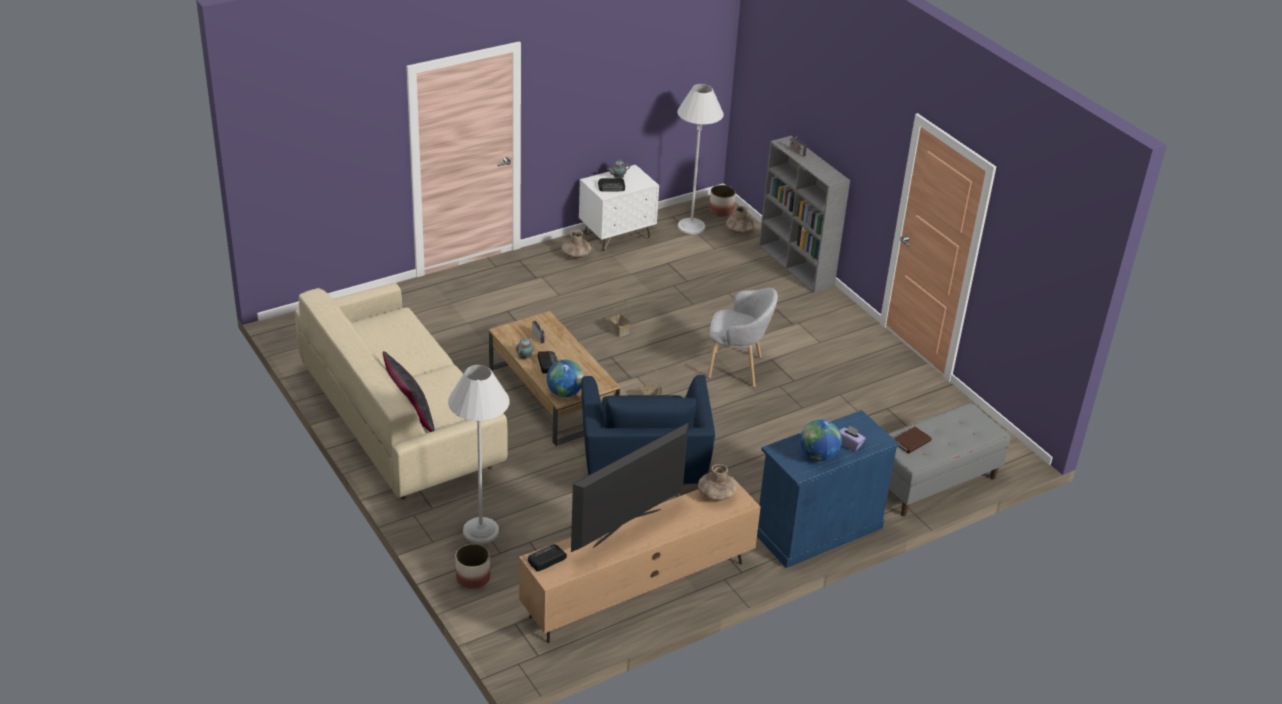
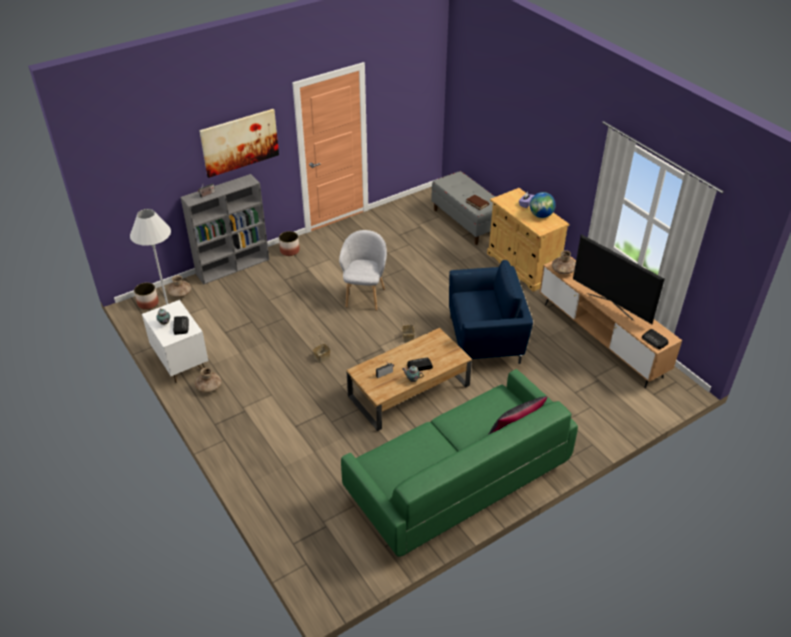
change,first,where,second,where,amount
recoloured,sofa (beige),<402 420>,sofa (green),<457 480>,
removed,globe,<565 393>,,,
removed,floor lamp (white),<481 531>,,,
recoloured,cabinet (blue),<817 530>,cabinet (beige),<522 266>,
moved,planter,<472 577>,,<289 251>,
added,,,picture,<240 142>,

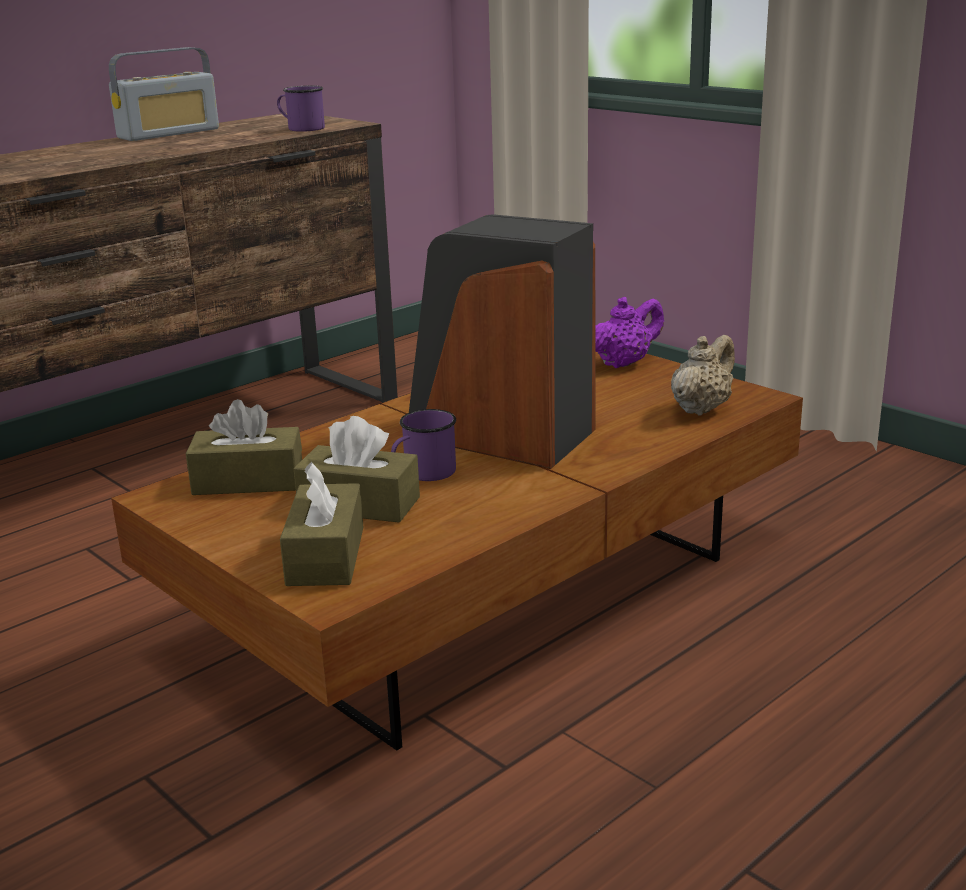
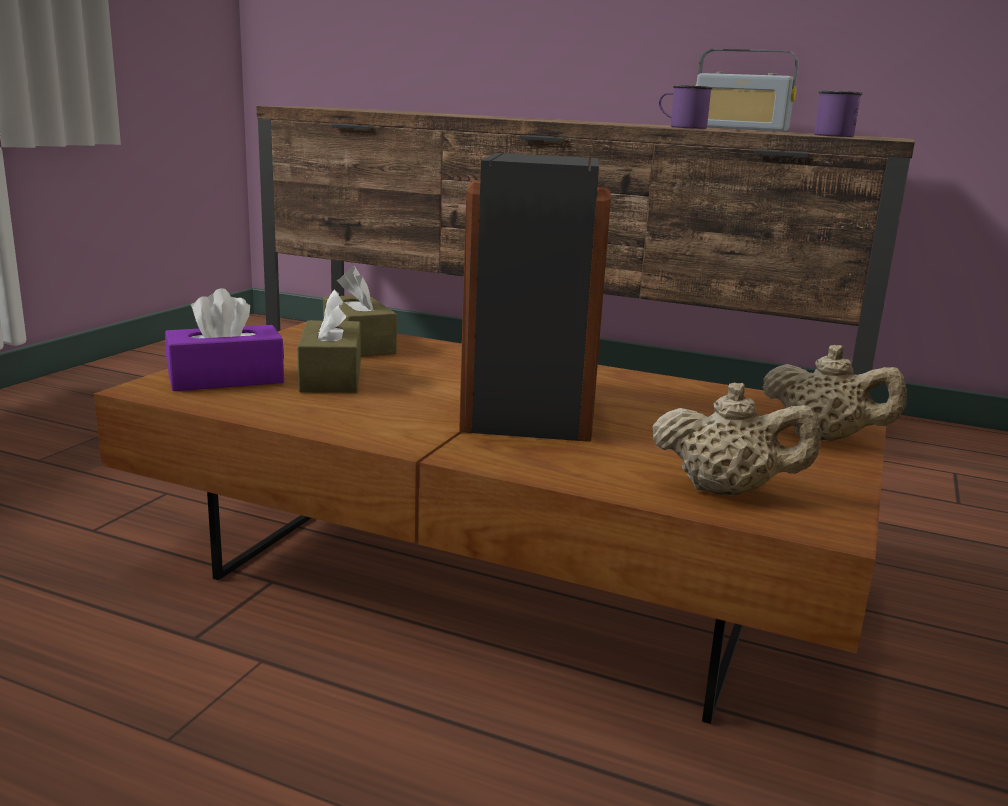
change,first,where,second,where,amount
recoloured,teapot (purple),<624 363>,teapot (beige),<824 438>,
moved,mug (purple),<423 473>,,<682 127>,
recoloured,tissue box (brown),<326 556>,tissue box (purple),<226 379>,

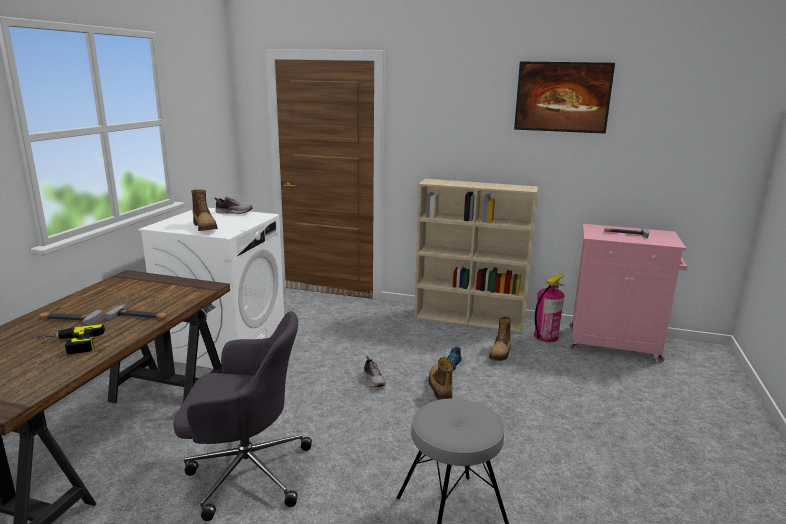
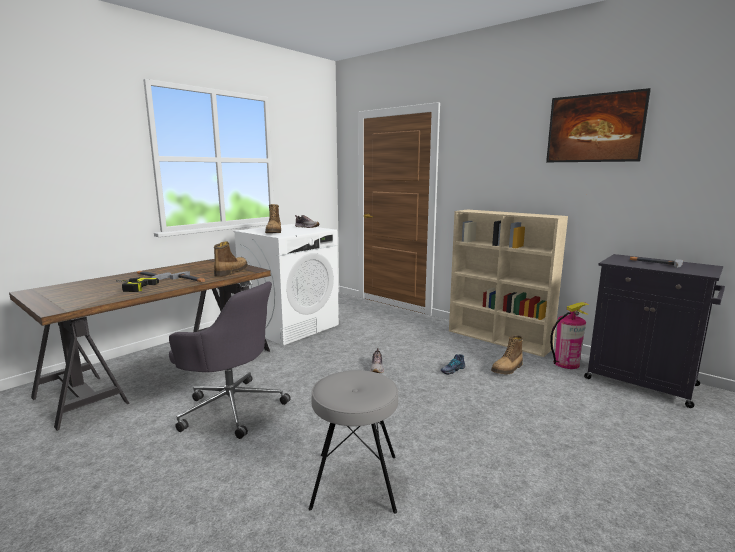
change,first,where,second,where,amount
recoloured,cabinet (pink),<615 344>,cabinet (black),<643 382>,
moved,boot,<439 388>,,<230 272>,

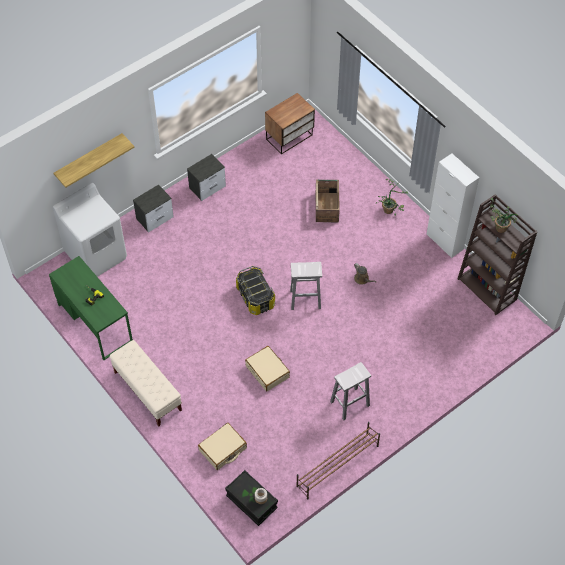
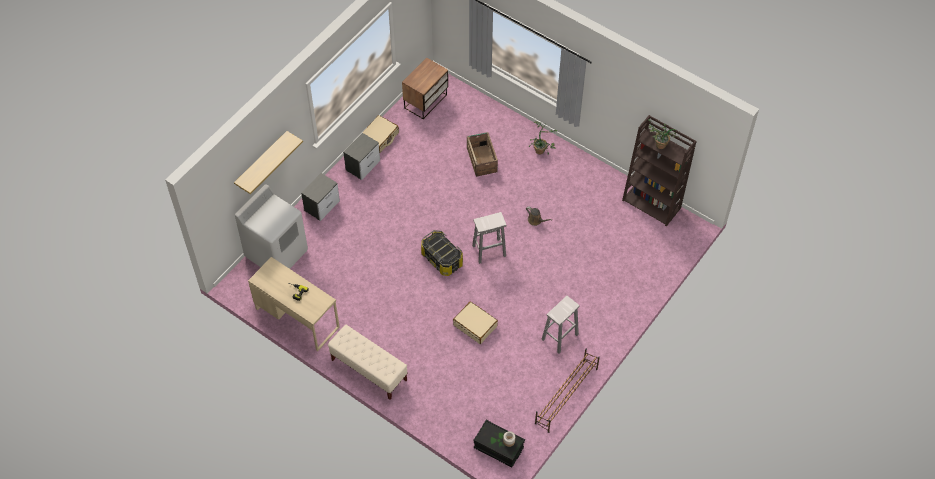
change,first,where,second,where,amount
removed,cabinet (white),<444 242>,,,
recoloured,desk (green),<95 322>,desk (beige),<297 317>,
moved,suitcase (beige),<223 449>,,<379 138>,

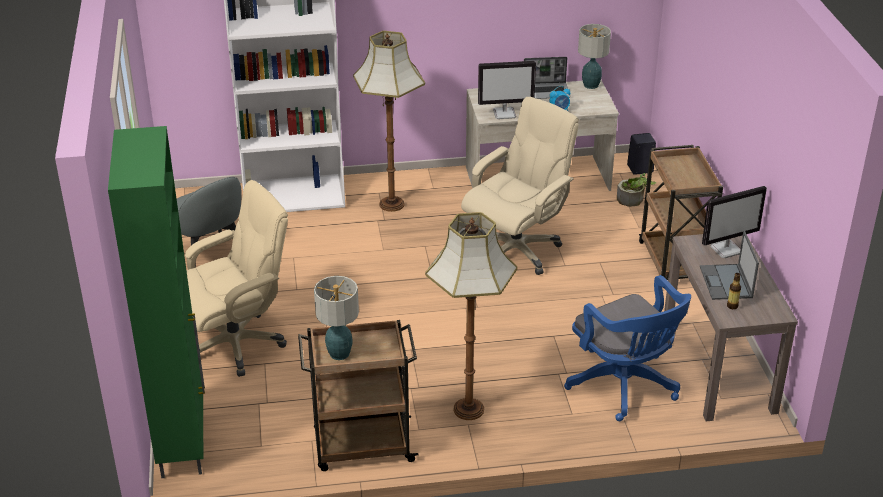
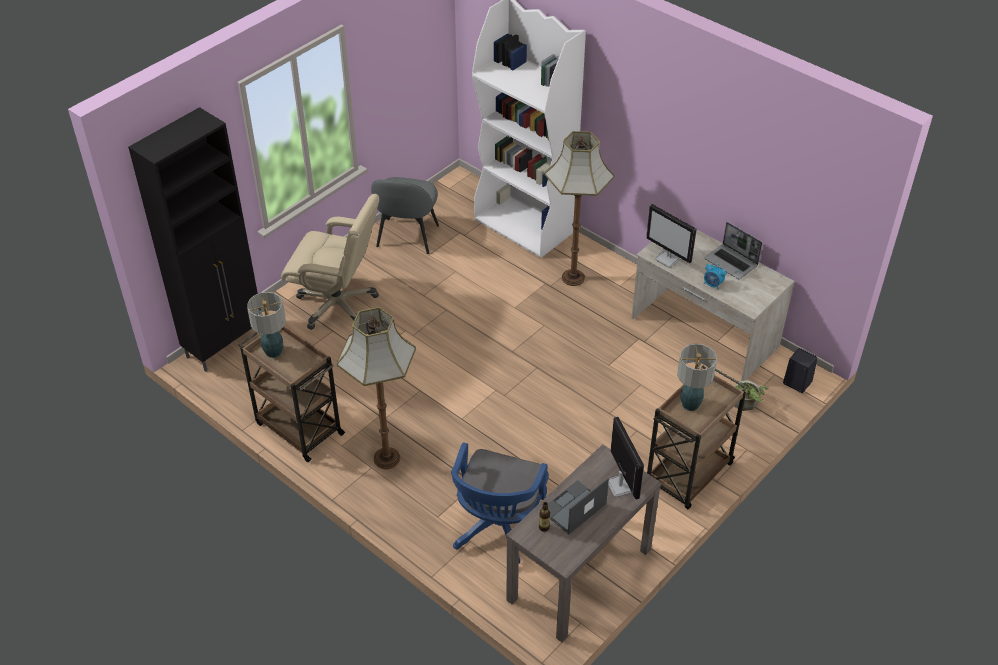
change,first,where,second,where,amount
moved,table lamp,<591 85>,,<691 404>,
removed,office chair (beige),<516 250>,,,
recoloured,cabinet (green),<183 442>,cabinet (black),<225 344>,
turned,monitor,<726 249>,,<620 485>,135 degrees counterclockwise

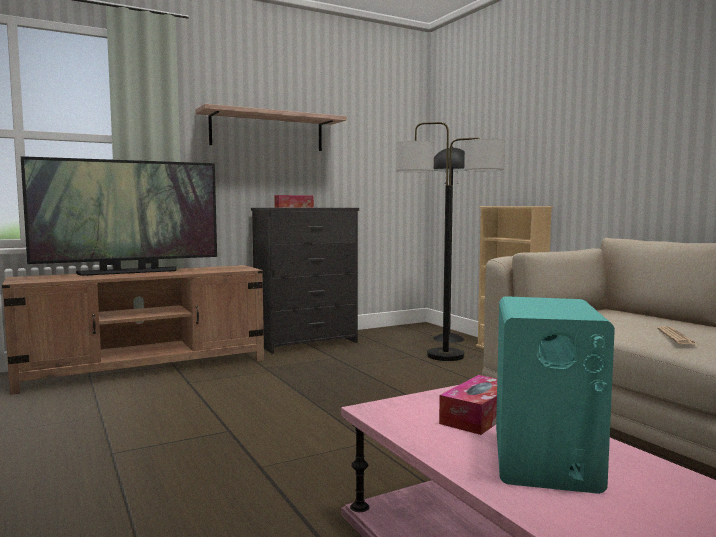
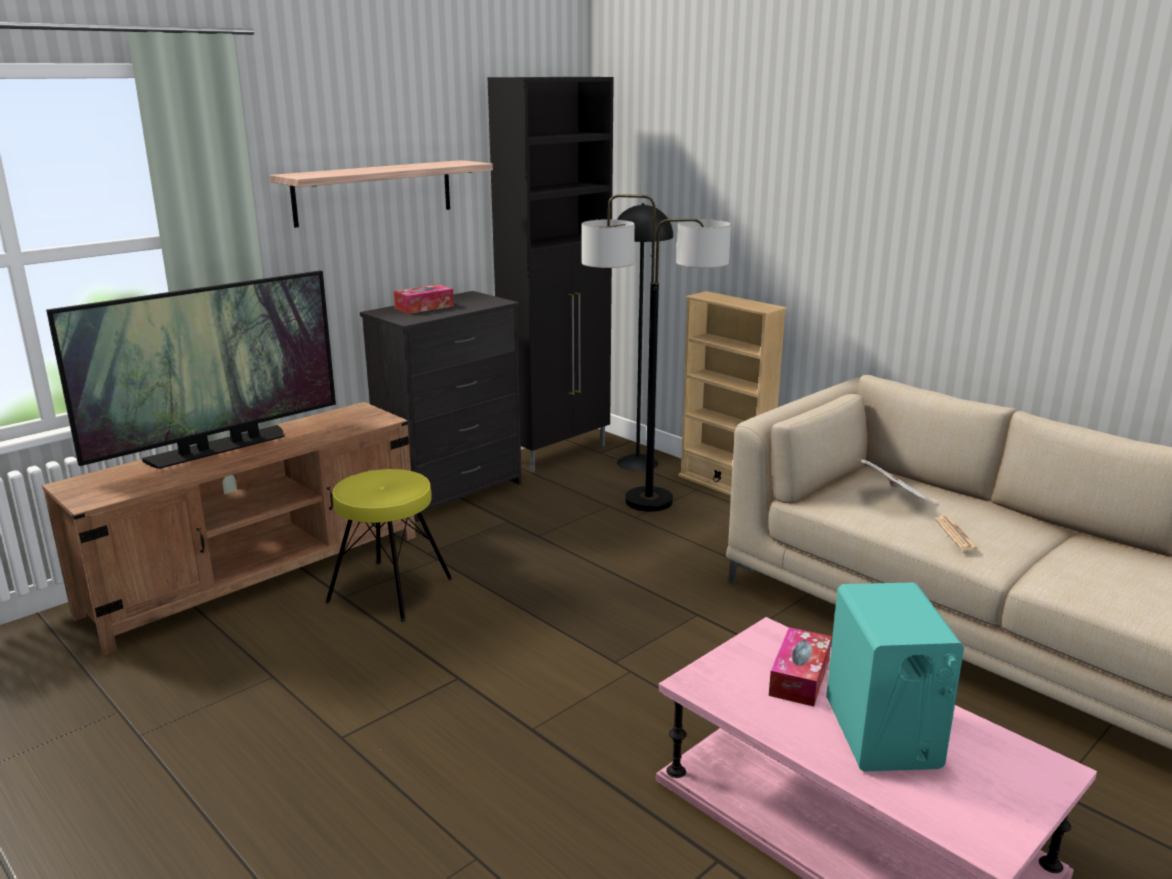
change,first,where,second,where,amount
added,,,cabinet (black),<557 453>,
added,,,newspaper,<895 500>,
added,,,stool (yellow),<391 590>,

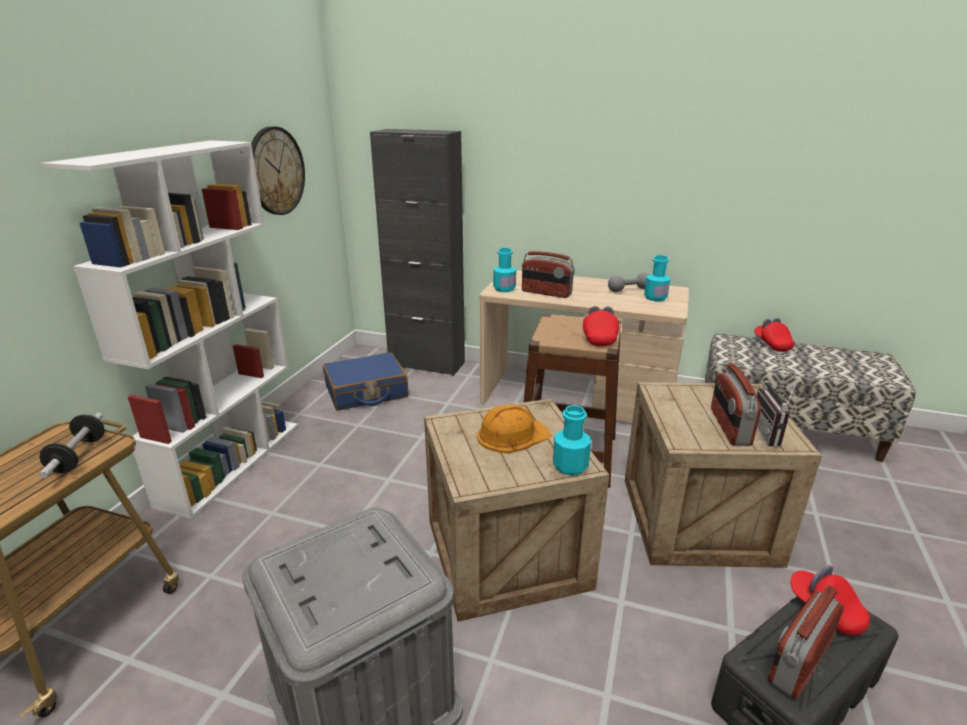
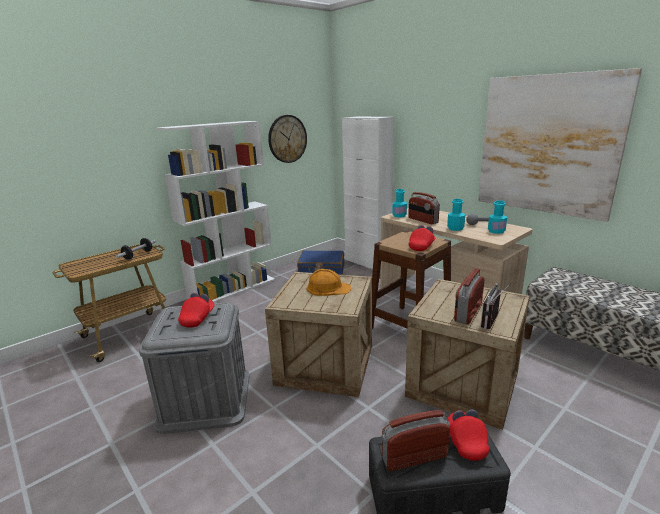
change,first,where,second,where,amount
recoloured,cabinet (black),<427 364>,cabinet (white),<367 263>,
moved,cap (red),<772 344>,,<198 318>,
moved,bottle (turquoise),<570 466>,,<455 228>,
added,,,picture,<547 145>,

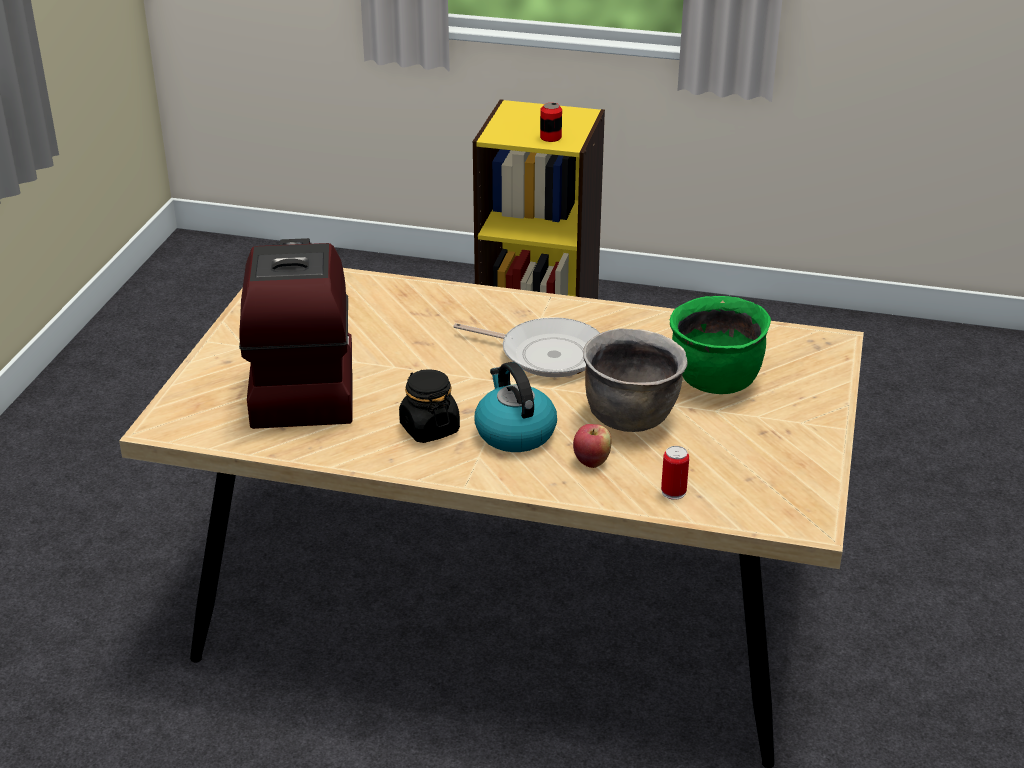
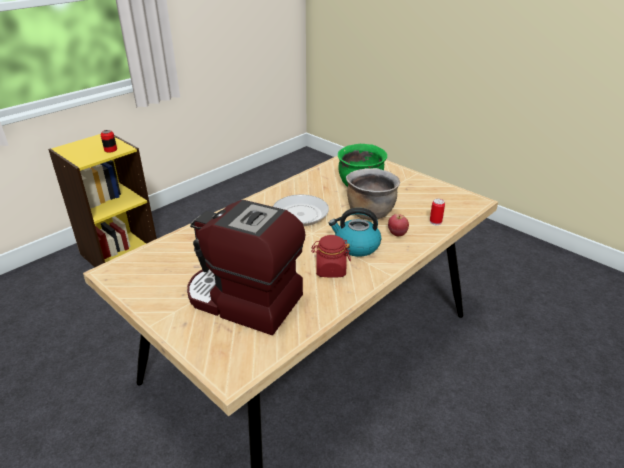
change,first,where,second,where,amount
recoloured,jar (black),<429 428>,jar (red),<330 270>,

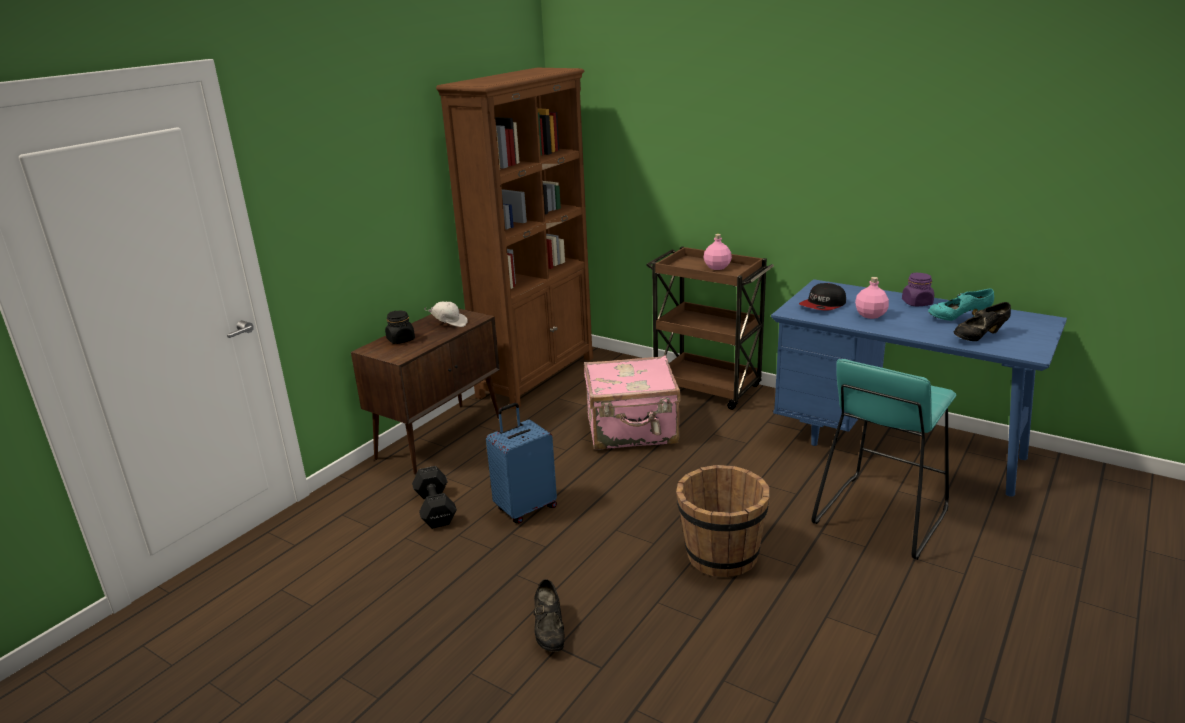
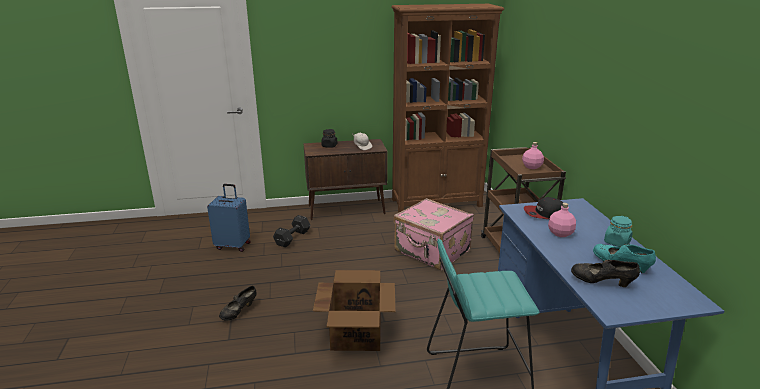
change,first,where,second,where,amount
recoloured,jar (purple),<917 303>,jar (turquoise),<617 242>,
moved,suitcase (blue),<525 508>,,<233 245>,
replaced,bucket (brown),<721 555>,cardboard box,<356 334>,

